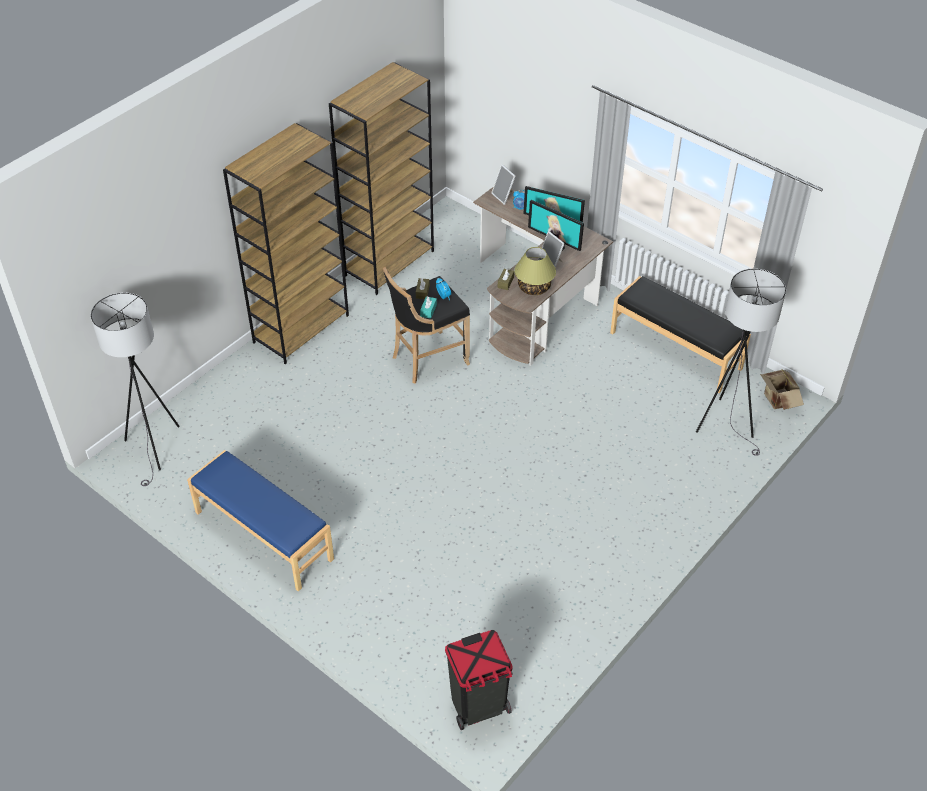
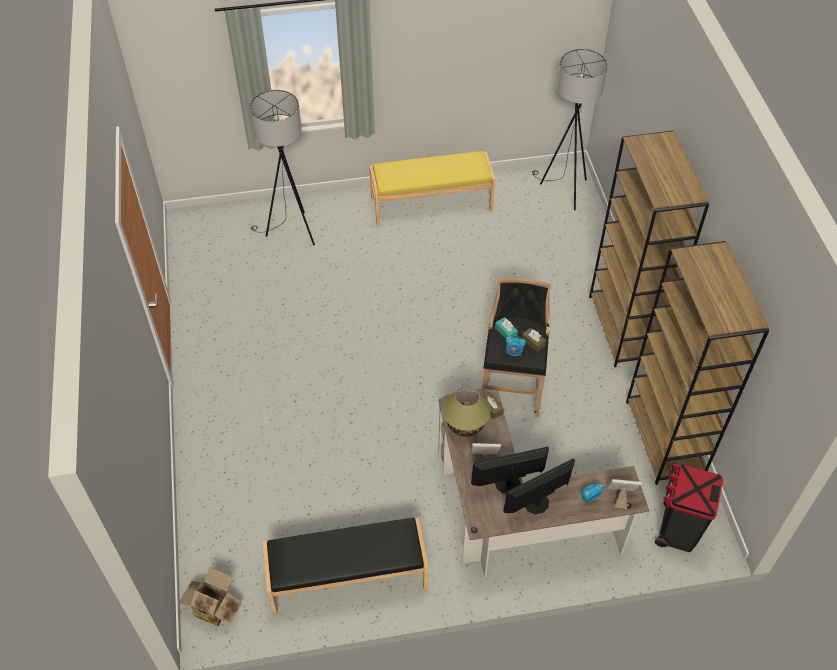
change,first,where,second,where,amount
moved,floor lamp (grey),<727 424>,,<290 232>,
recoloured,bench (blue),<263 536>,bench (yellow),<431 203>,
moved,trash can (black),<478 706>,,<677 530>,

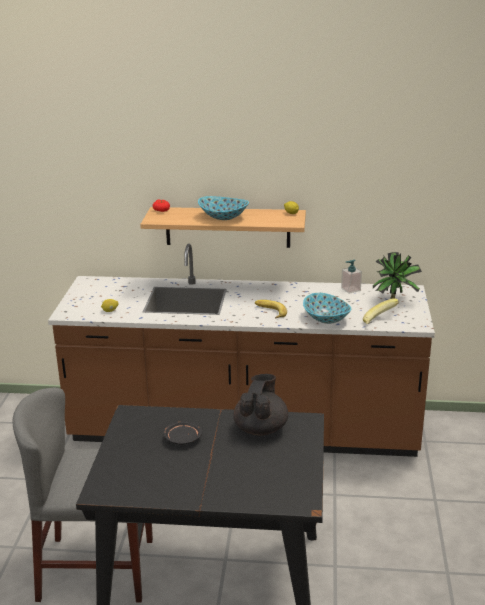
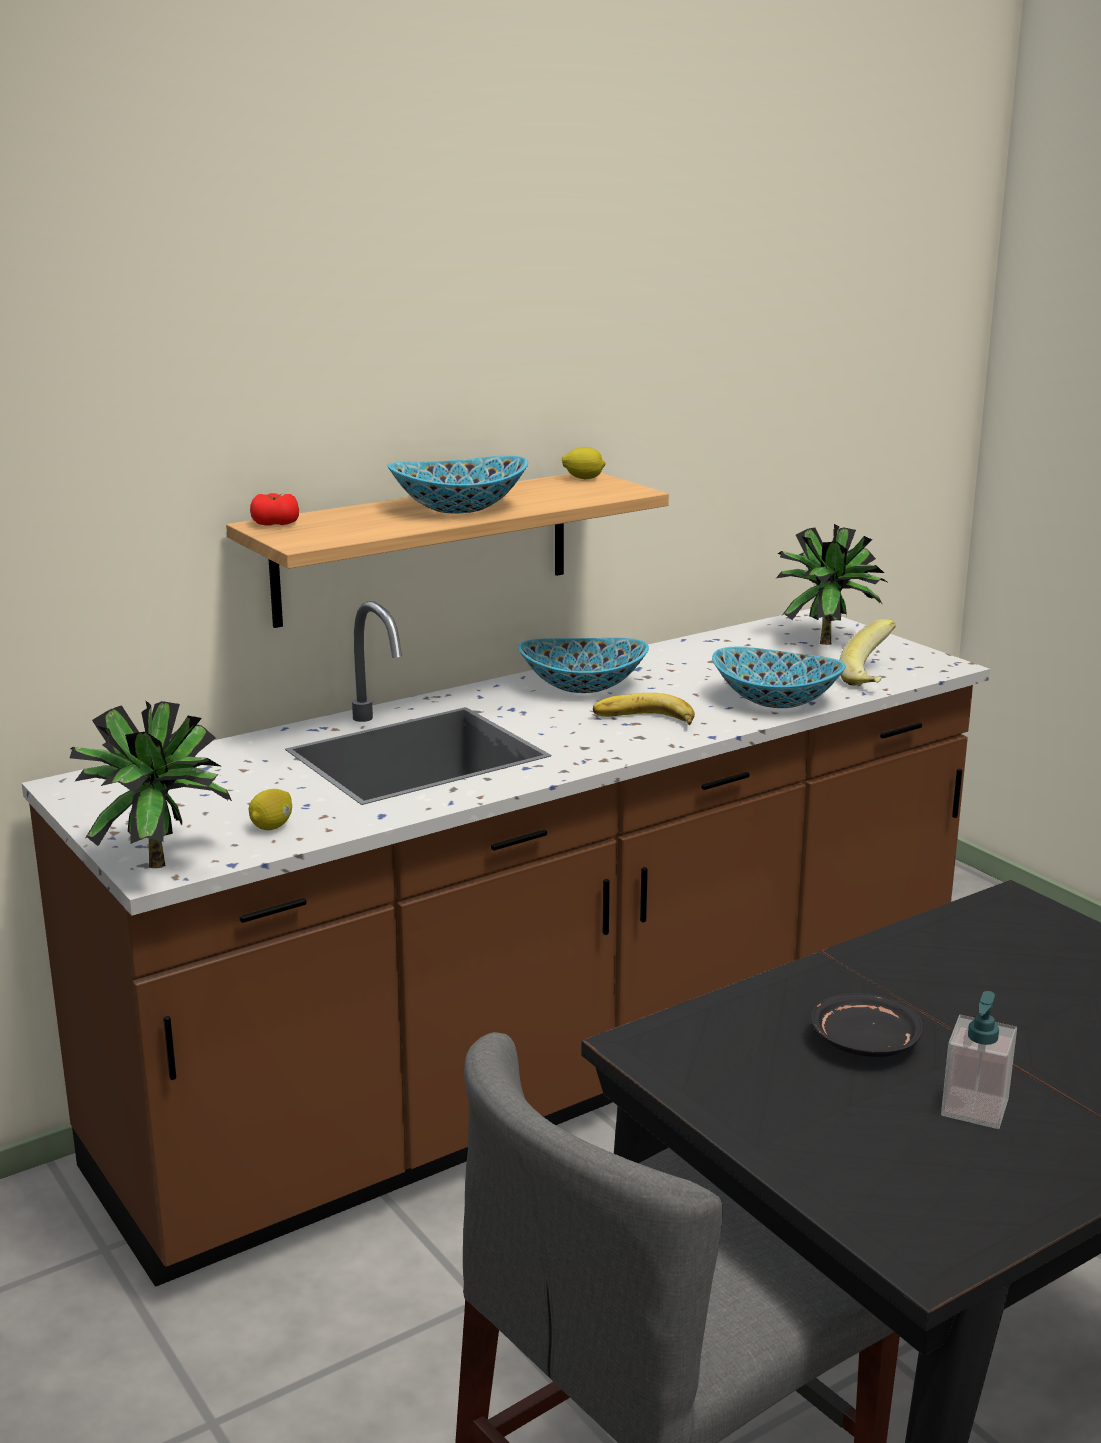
change,first,where,second,where,amount
moved,soap dispenser,<350 289>,,<974 1107>,
removed,teapot (black),<261 428>,,,
added,,,bowl,<583 687>,
added,,,potted plant,<158 861>,

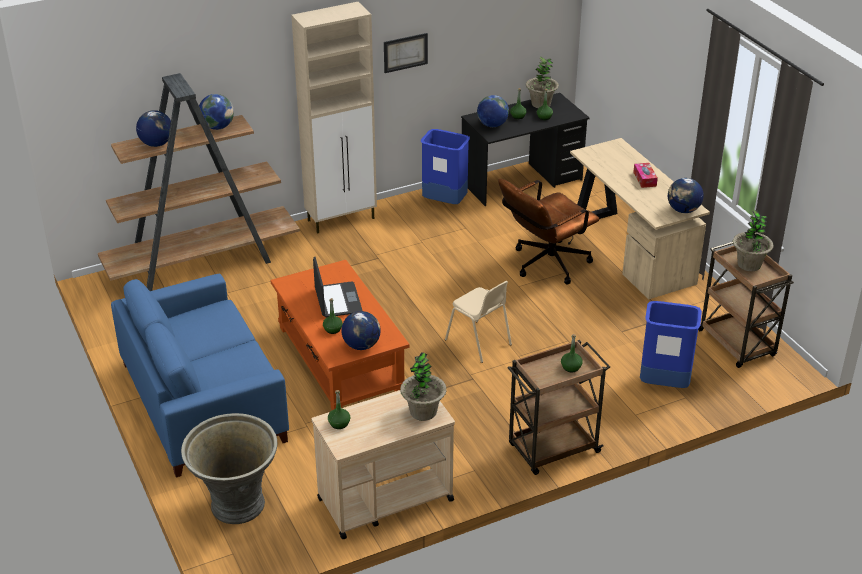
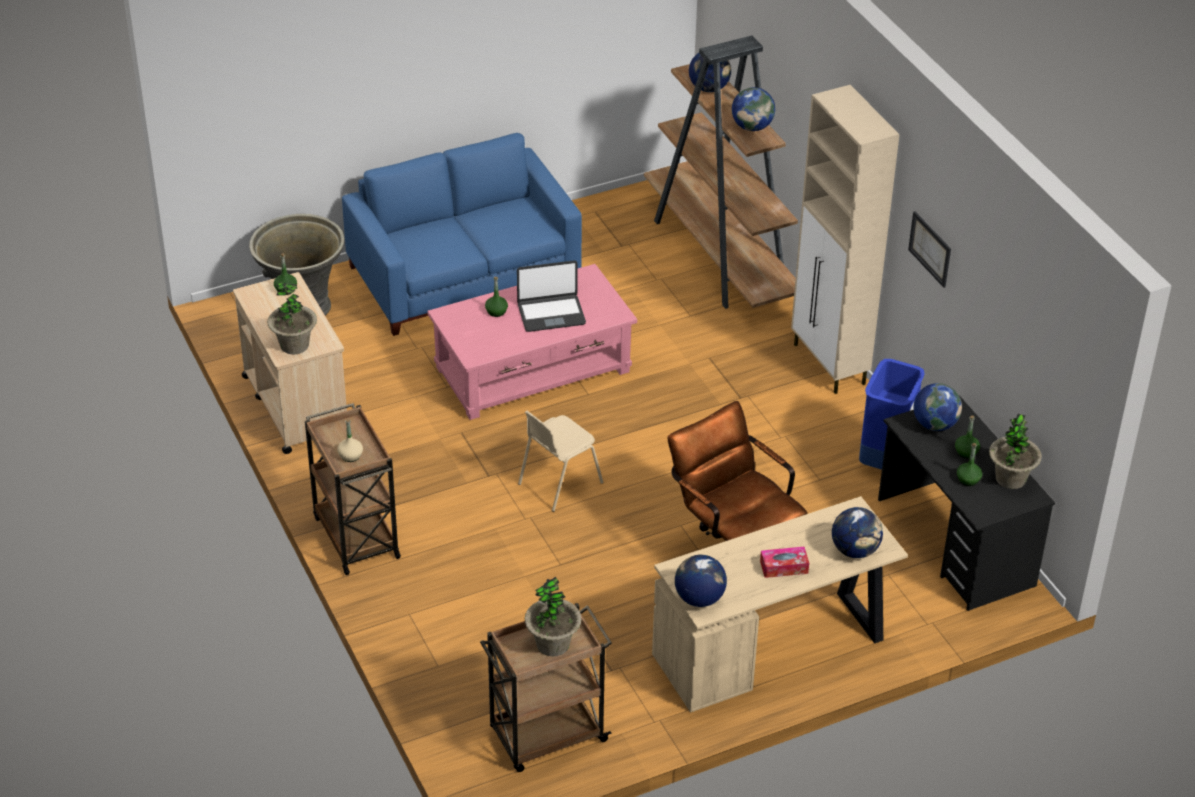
change,first,where,second,where,amount
recoloured,coffee table (orange),<340 358>,coffee table (pink),<533 369>,
removed,trash can (blue),<664 384>,,,
moved,globe,<361 345>,,<855 550>,
recoloured,bottle (green),<571 367>,bottle (beige),<350 456>,

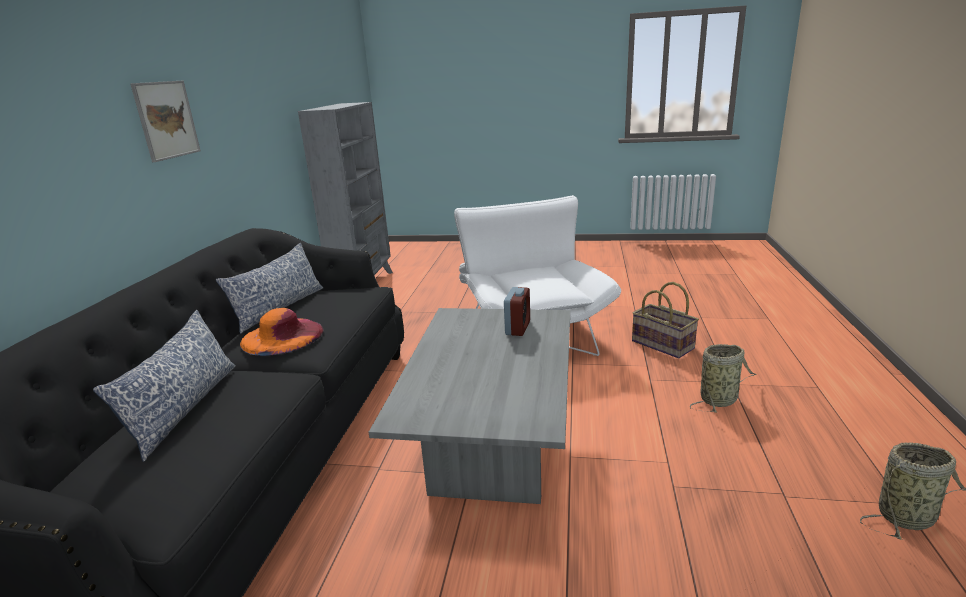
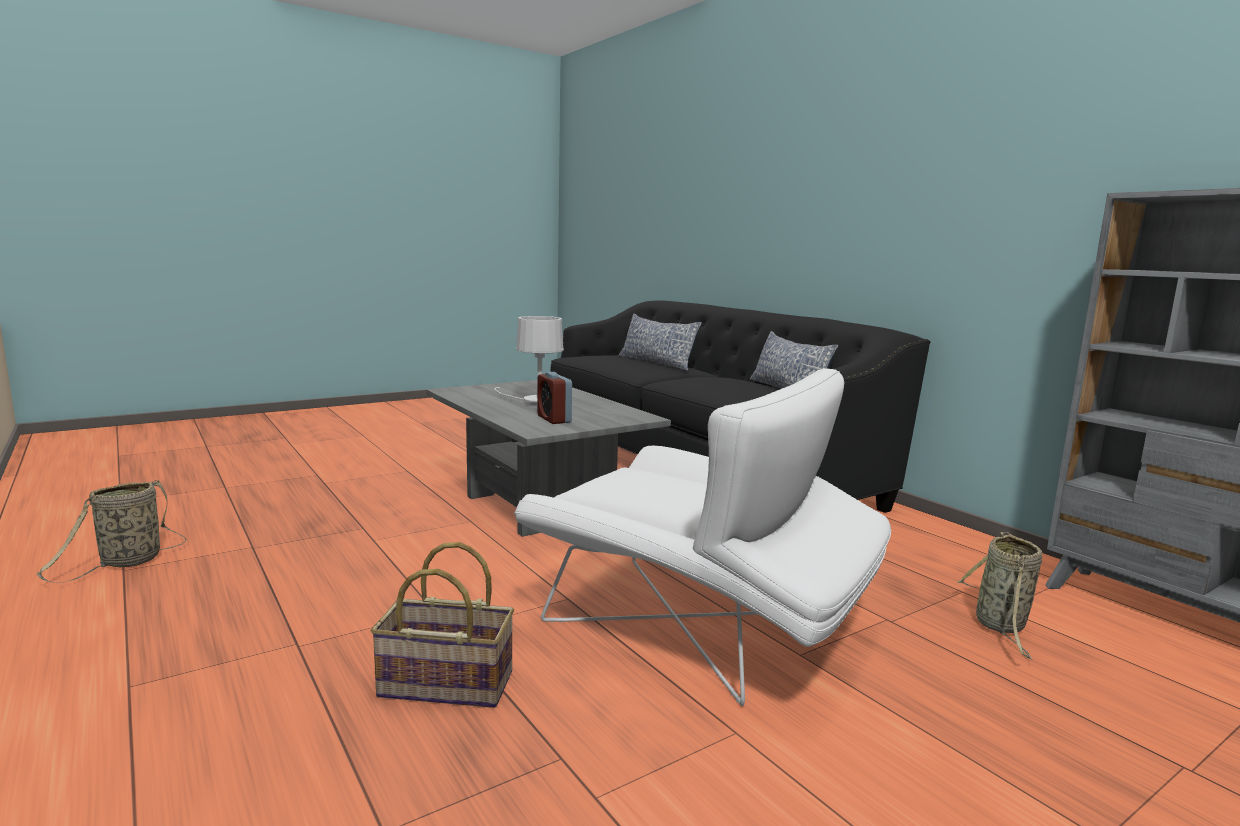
change,first,where,second,where,amount
removed,picture,<166 120>,,,
removed,hat (orange),<282 336>,,,
moved,basket,<720 399>,,<1001 626>,
added,,,table lamp (white),<532 402>,

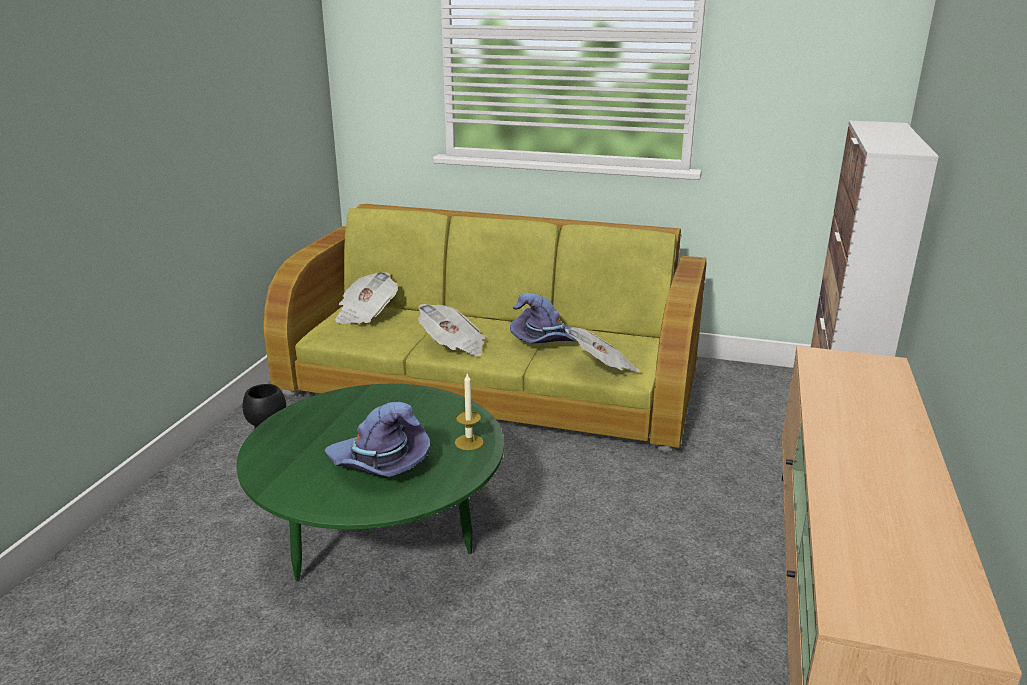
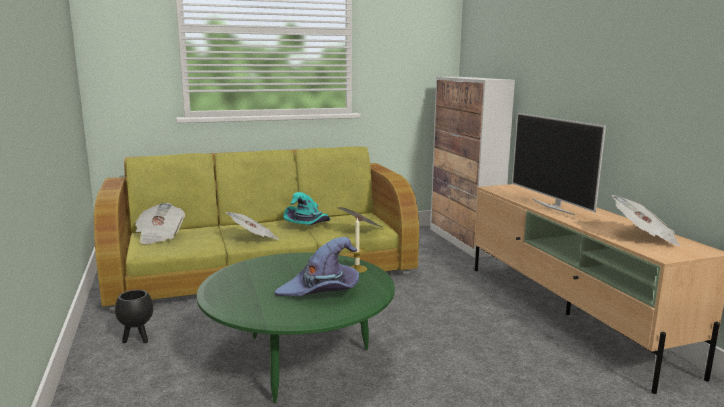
change,first,where,second,where,amount
recoloured,hat (purple),<546 341>,hat (turquoise),<308 225>,
added,,,television,<553 206>,
added,,,newspaper,<644 237>,

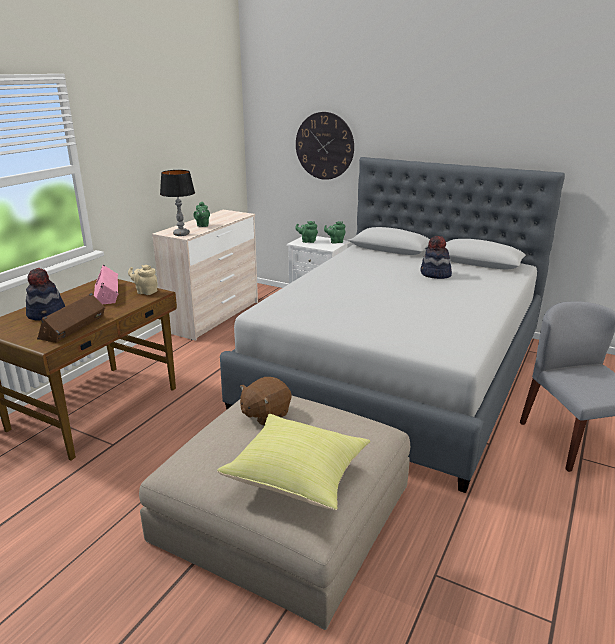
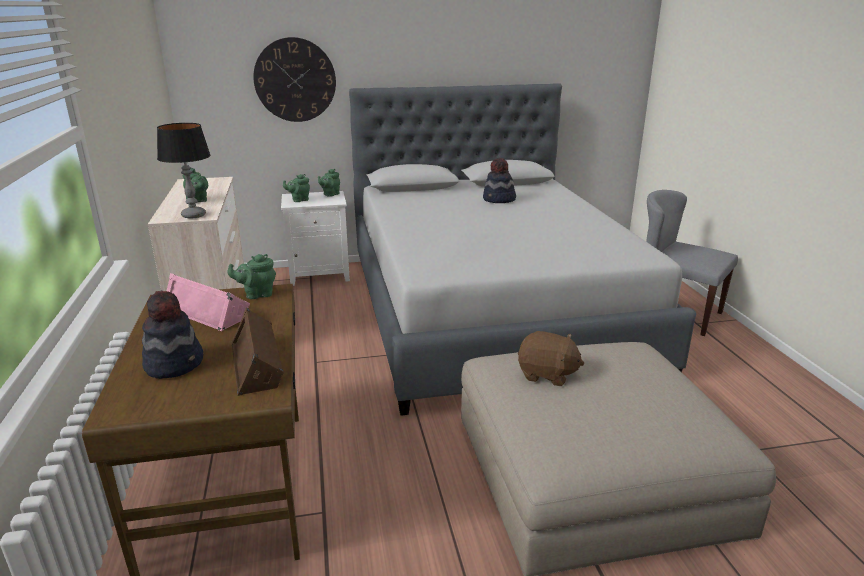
change,first,where,second,where,amount
recoloured,teapot (beige),<145 292>,teapot (green),<257 294>,
turned,plush toy (brown),<265 414>,,<547 374>,75 degrees counterclockwise
removed,pillow (yellow),<298 476>,,,

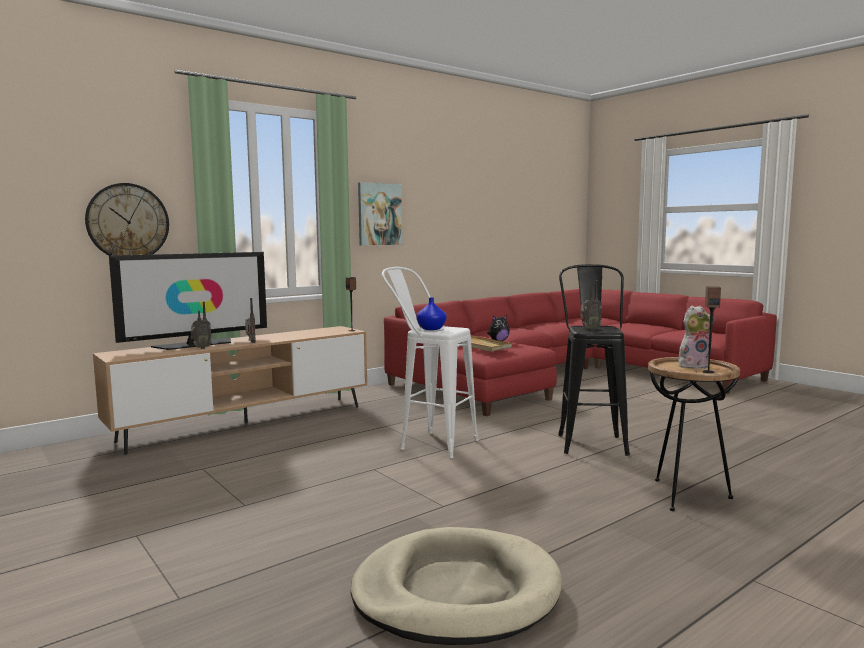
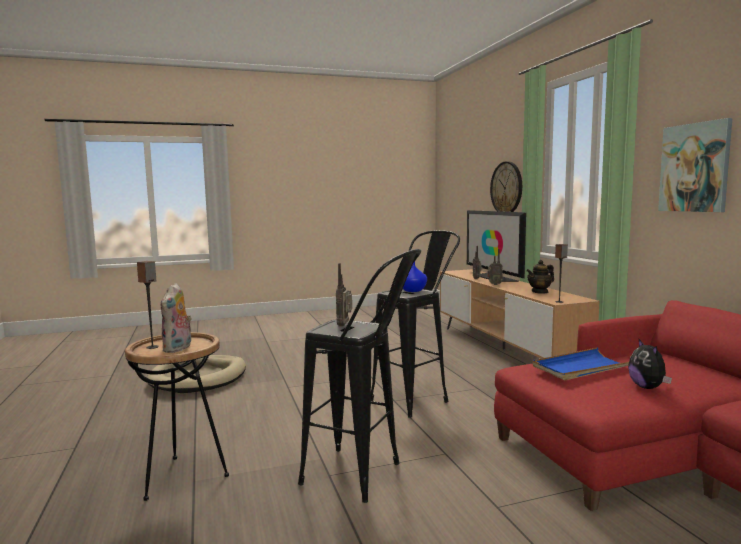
change,first,where,second,where,amount
recoloured,stool (white),<429 443>,stool (black),<417 398>,
recoloured,tray (beige),<480 346>,tray (blue),<581 367>,
added,,,teapot,<540 292>,

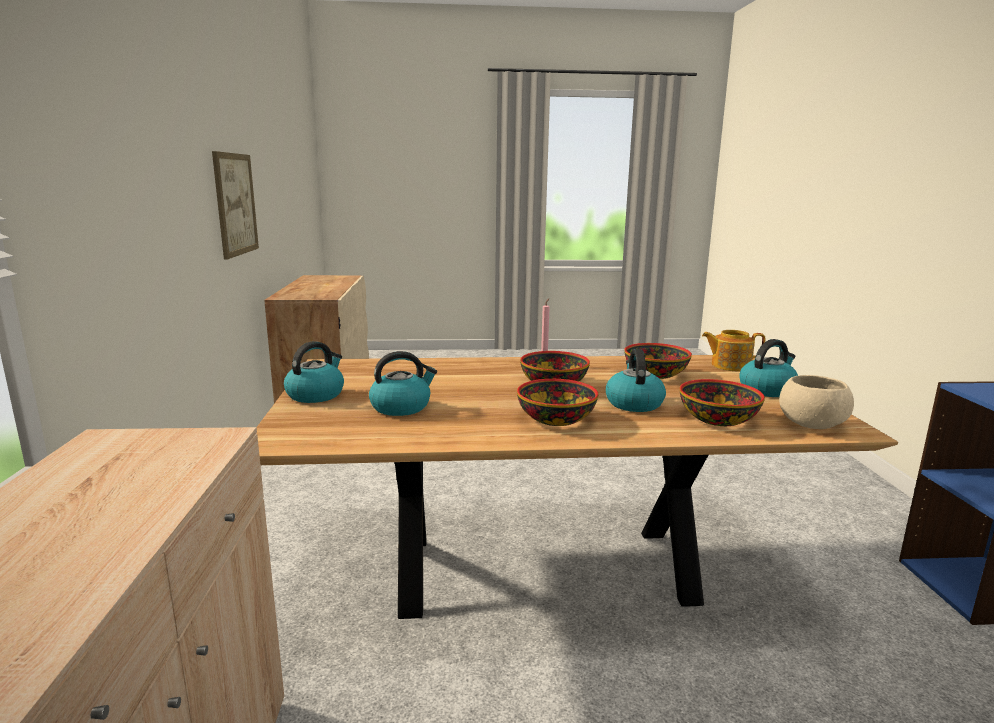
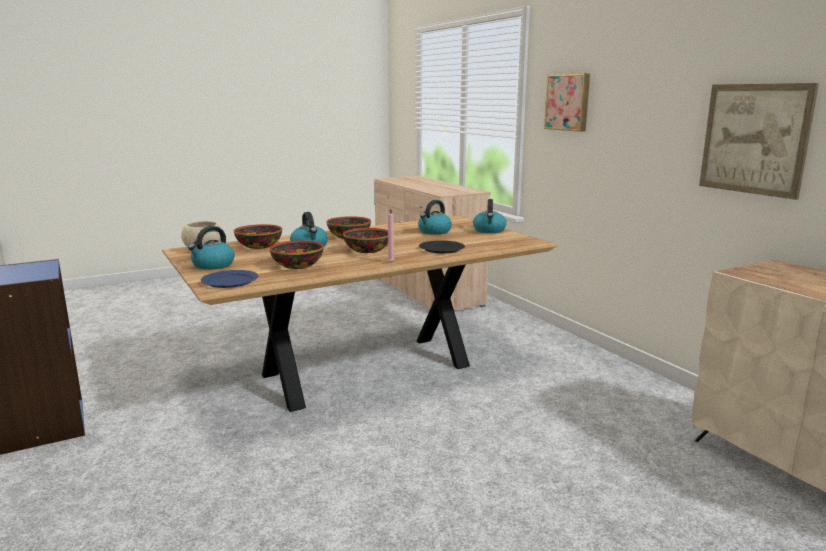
change,first,where,second,where,amount
replaced,teapot,<730 365>,plate (blue),<229 281>,
added,,,picture,<568 102>,
added,,,plate (black),<441 249>,

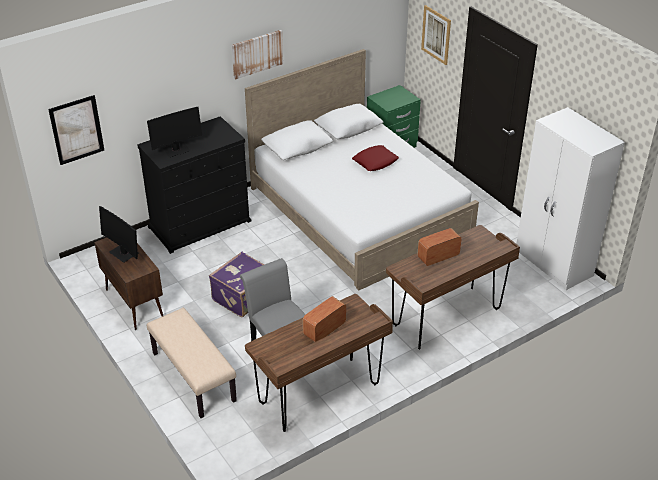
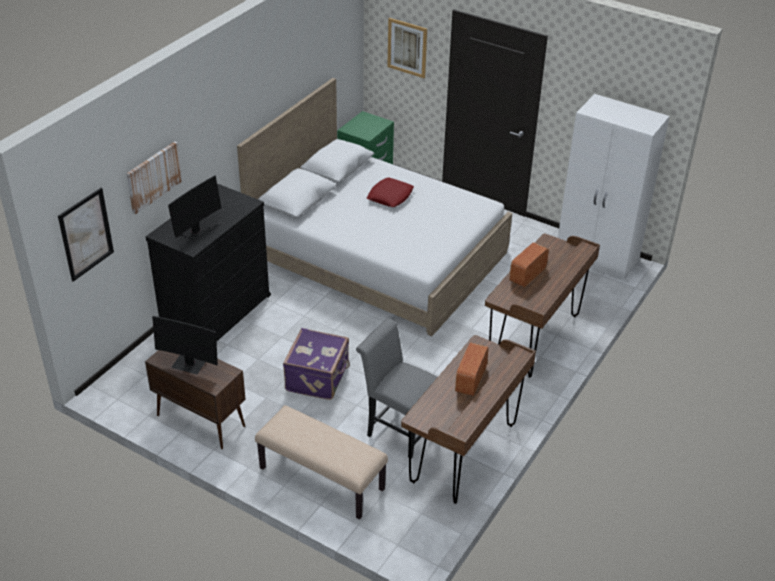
change,first,where,second,where,amount
moved,picture,<257 53>,,<153 176>,

